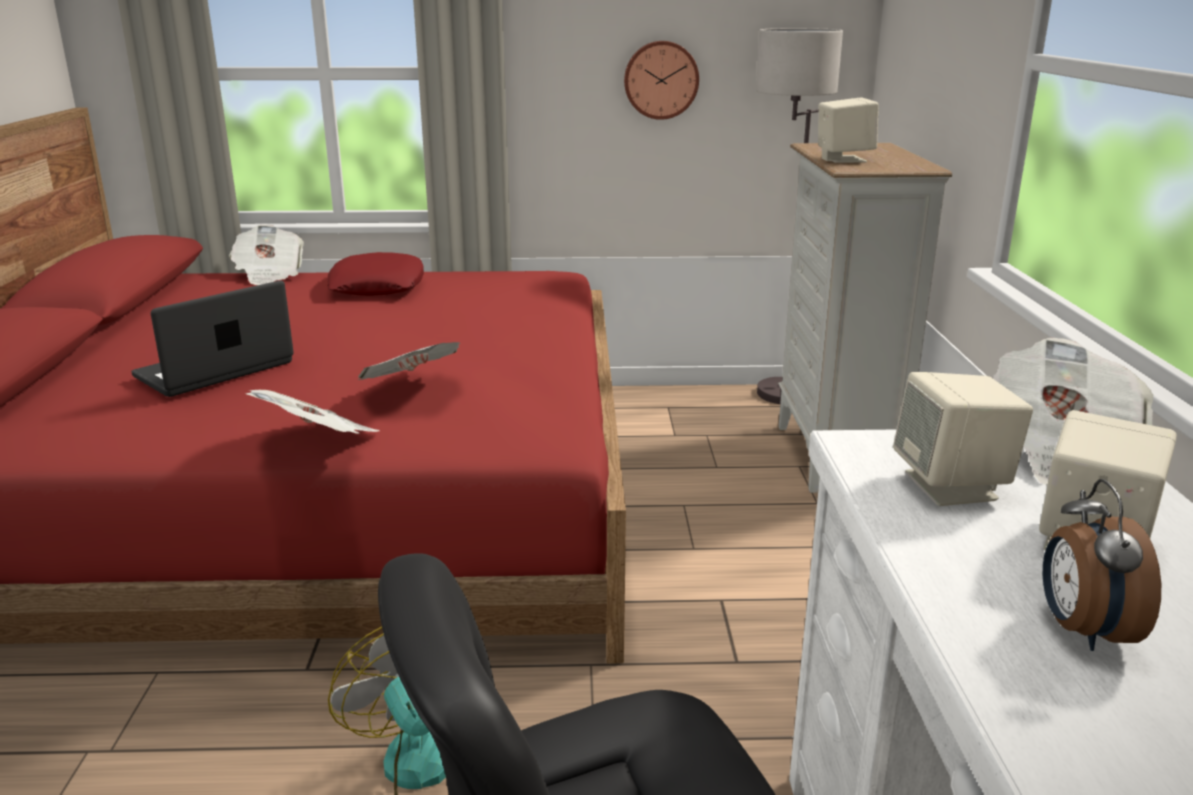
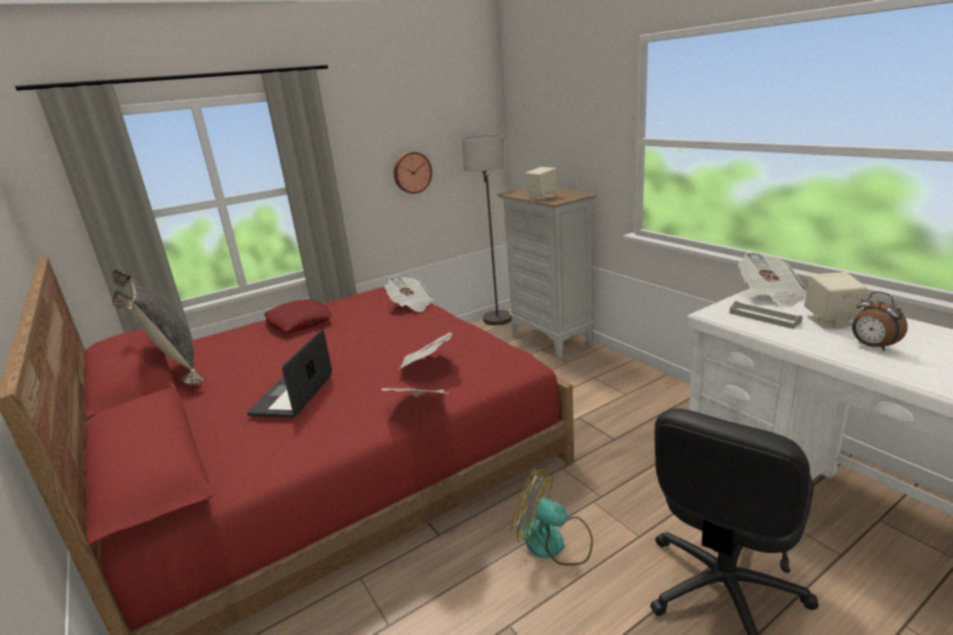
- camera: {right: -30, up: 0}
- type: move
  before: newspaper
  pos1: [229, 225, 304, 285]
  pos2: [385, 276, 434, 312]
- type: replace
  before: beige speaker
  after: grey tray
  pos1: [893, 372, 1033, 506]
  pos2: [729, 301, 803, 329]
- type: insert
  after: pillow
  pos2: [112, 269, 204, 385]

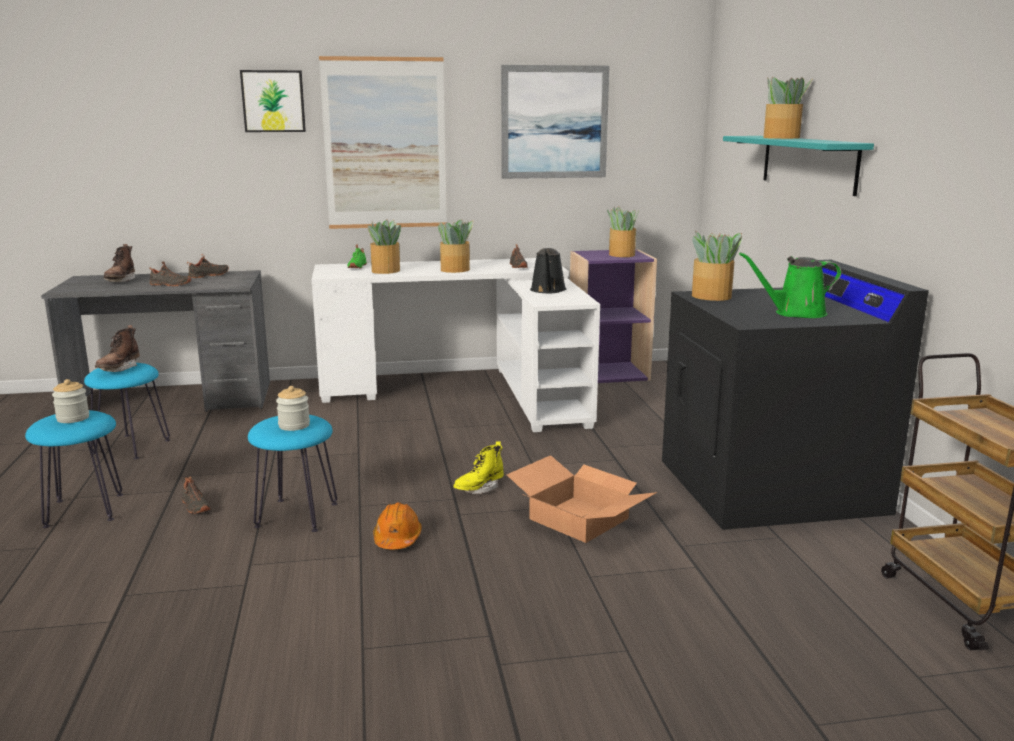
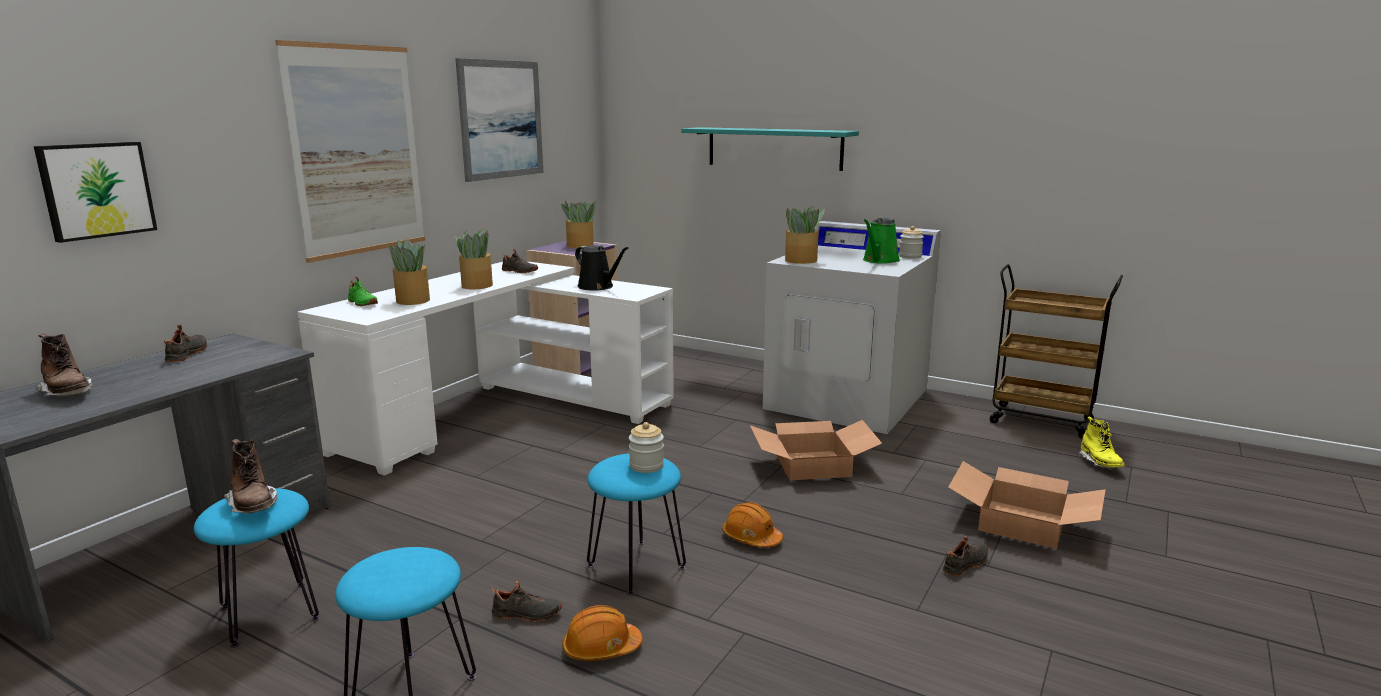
- camera: {right: -50, up: 0}
- type: move
  before: jar
  pos1: [52, 379, 89, 423]
  pos2: [899, 226, 924, 259]
- type: move
  before: black shoe
  pos1: [149, 261, 191, 286]
  pos2: [943, 536, 988, 576]
- type: move
  before: picture
  pos1: [240, 70, 306, 132]
  pos2: [34, 142, 157, 243]
- type: move
  before: yellow boot
  pos1: [454, 441, 504, 494]
  pos2: [1078, 417, 1124, 469]
- type: recolor
  before: black washing machine
  after: white washing machine
  pos1: [662, 260, 929, 530]
  pos2: [763, 221, 941, 434]
- type: delete
  before: potted plant
  pos1: [764, 77, 812, 139]
- type: insert
  after: orange hard hat
  pos2: [562, 605, 643, 661]
- type: insert
  after: cardboard box
  pos2: [948, 461, 1106, 549]

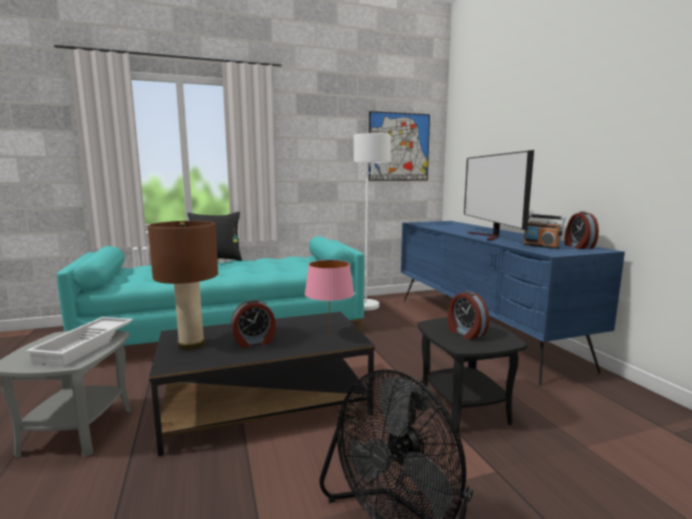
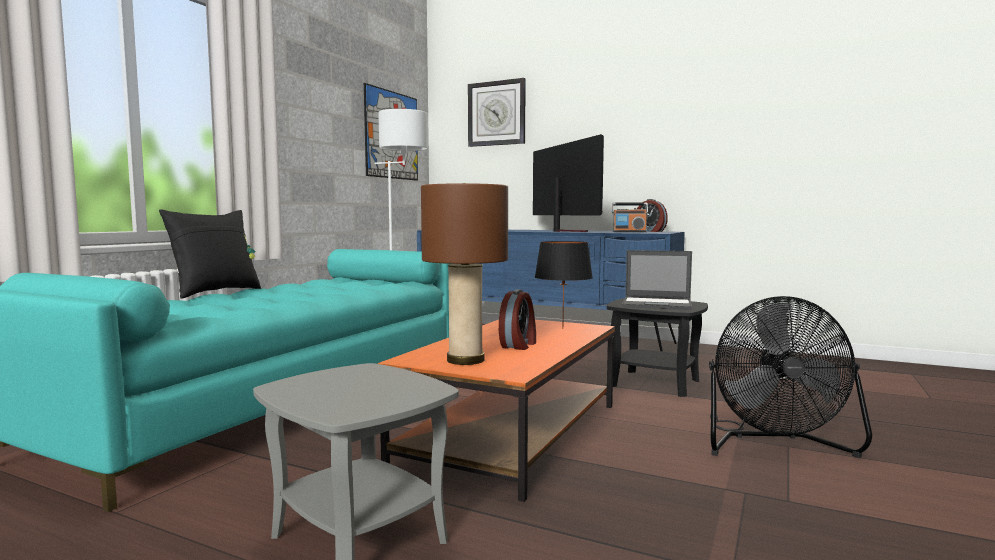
- camera: {right: -45, up: -5}
- type: delete
  before: white tray
  pos1: [26, 317, 133, 366]
- type: recolor
  before: black coffee table
  after: orange coffee table
  pos1: [149, 312, 375, 456]
  pos2: [378, 320, 615, 502]
- type: recolor
  before: pink table lamp
  after: black table lamp
  pos1: [305, 260, 354, 333]
  pos2: [535, 241, 593, 317]
- type: replace
  before: alarm clock
  after: laptop
  pos1: [448, 291, 489, 340]
  pos2: [622, 250, 692, 310]
- type: rotate
  before: television
  pos1: [464, 150, 534, 241]
  pos2: [533, 134, 604, 232]
  turn: -150
- type: insert
  after: wall clock
  pos2: [468, 78, 526, 147]

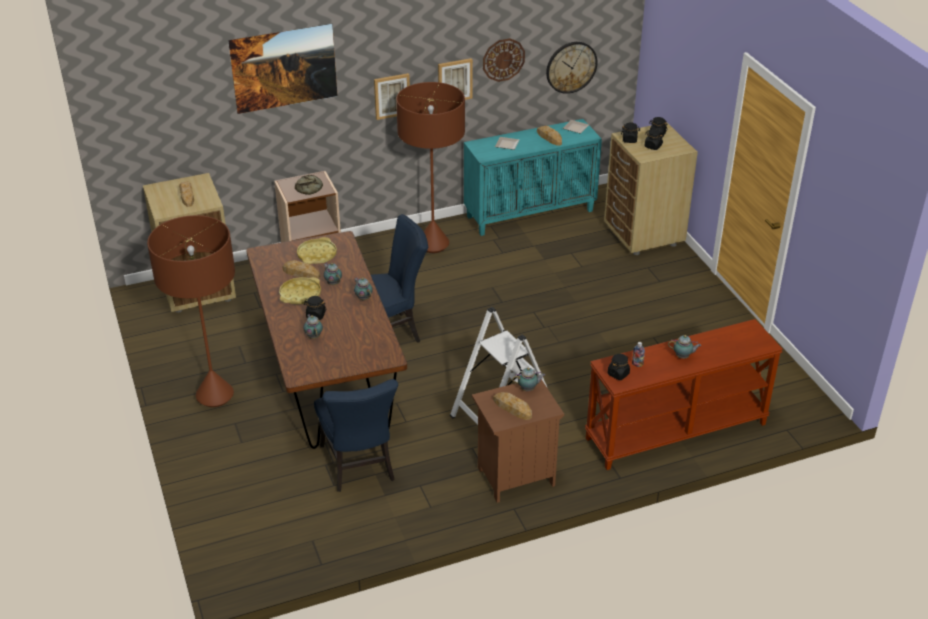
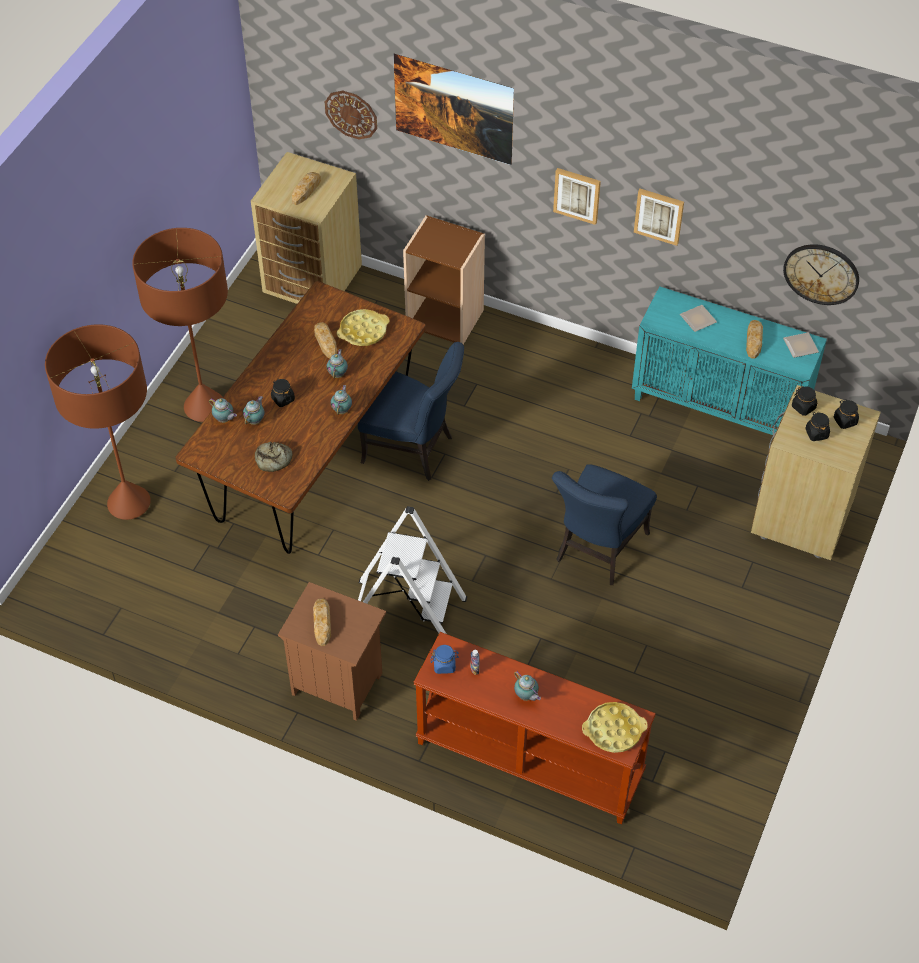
- camera: {right: 45, up: 15}
- type: move
  before: yellow tray
  pos1: [279, 277, 321, 305]
  pos2: [582, 702, 648, 753]
- type: move
  before: bread
  pos1: [295, 175, 323, 195]
  pos2: [255, 442, 293, 472]
- type: move
  before: blue chair
  pos1: [314, 379, 398, 492]
  pos2: [552, 464, 657, 585]
- type: move
  before: brown floor lamp
  pos1: [396, 82, 465, 253]
  pos2: [45, 324, 151, 520]
- type: move
  before: wall clock
  pos1: [483, 38, 525, 82]
  pos2: [325, 91, 377, 139]
- type: move
  before: teapot
  pos1: [512, 367, 545, 392]
  pos2: [209, 398, 237, 423]
- type: recolor
  before: black jar
  after: blue jar
  pos1: [608, 354, 630, 380]
  pos2: [431, 645, 459, 674]

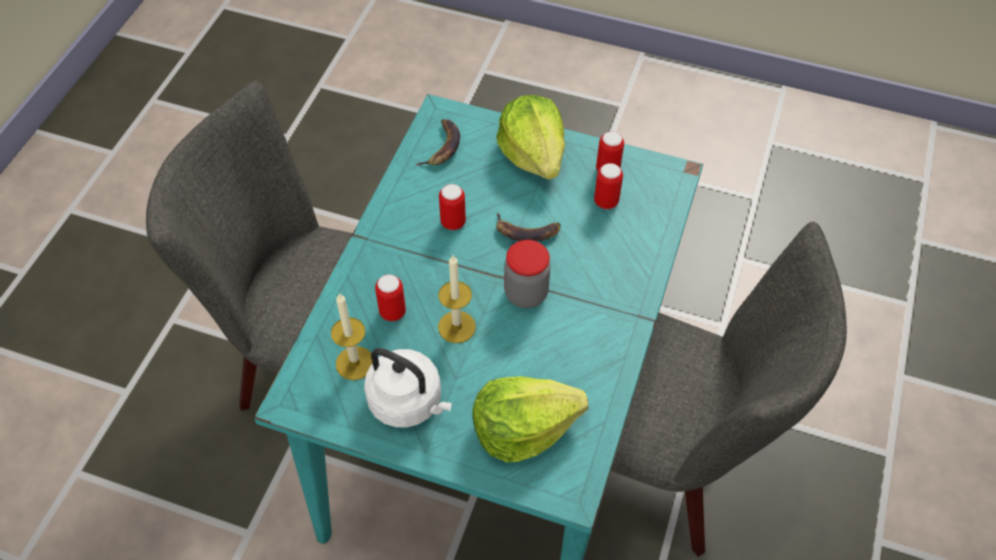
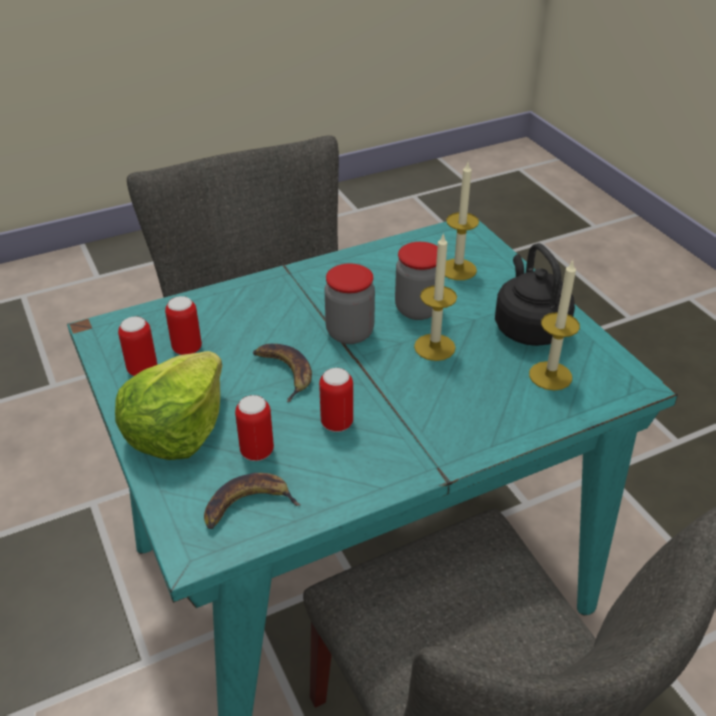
- camera: {right: -135, up: -15}
- type: recolor
  before: white kettle
  after: black kettle
  pos1: [364, 348, 452, 427]
  pos2: [495, 243, 575, 346]
- type: move
  before: can
  pos1: [375, 274, 406, 321]
  pos2: [235, 395, 274, 461]
- type: replace
  before: lettuce
  after: candle
  pos1: [472, 376, 588, 462]
  pos2: [445, 163, 479, 280]
- type: insert
  after: jar
  pos2: [395, 242, 438, 320]

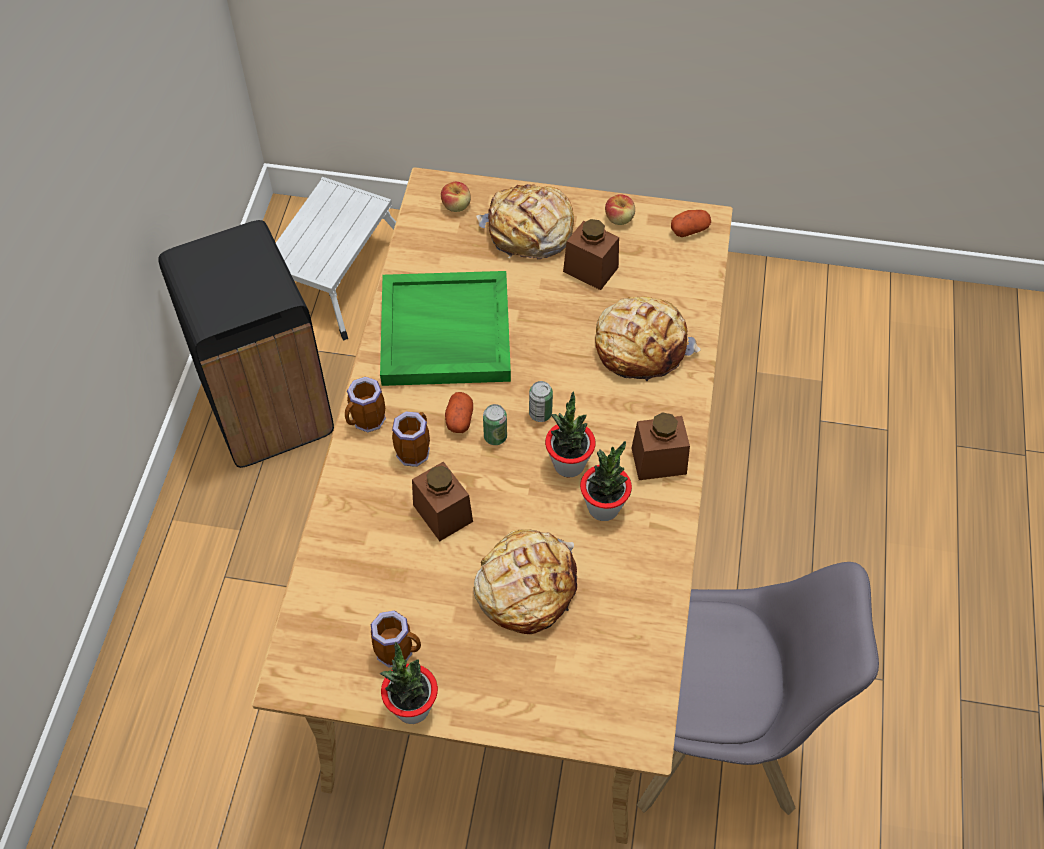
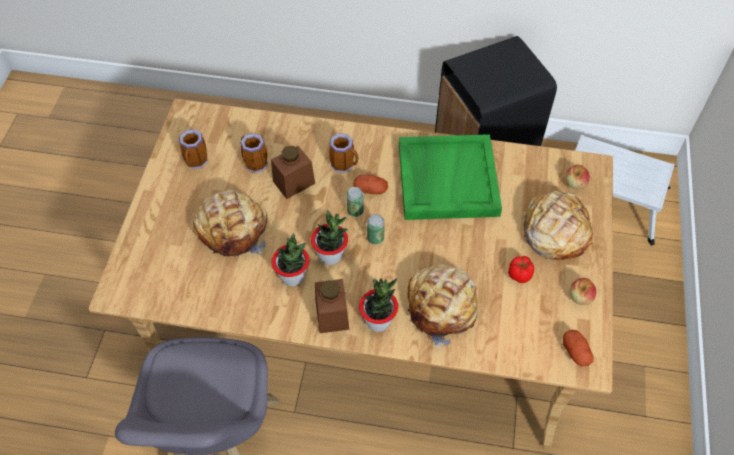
- camera: {right: 90, up: 0}
- type: move
  before: mug
  pos1: [345, 377, 386, 432]
  pos2: [240, 133, 268, 173]
- type: move
  before: potted plant
  pos1: [380, 642, 438, 724]
  pos2: [359, 278, 398, 332]
- type: replace
  before: brown jar
  after: tomato
  pos1: [563, 219, 619, 290]
  pos2: [508, 256, 534, 283]

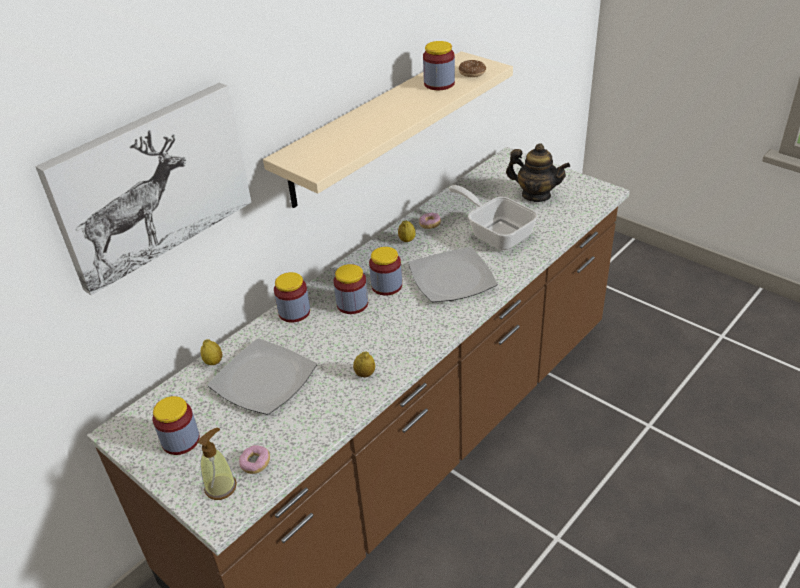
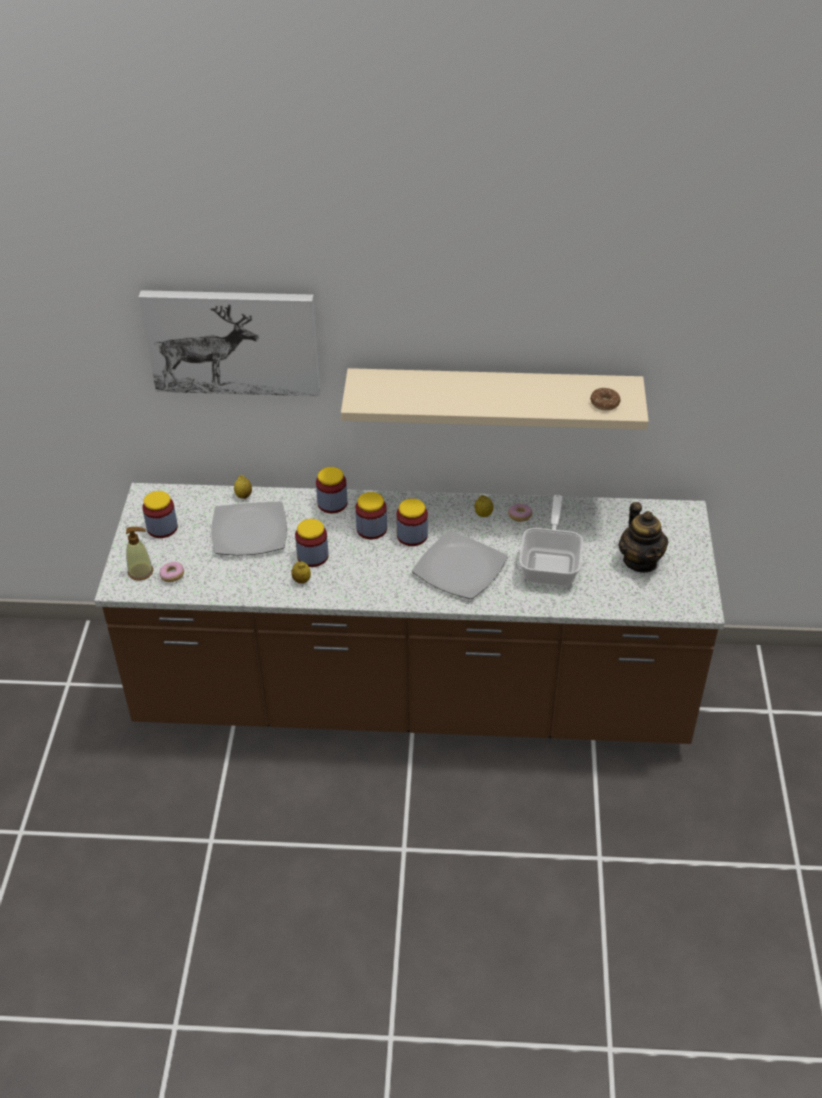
- camera: {right: 50, up: 5}
- type: move
  before: jar
  pos1: [423, 41, 455, 90]
  pos2: [295, 519, 328, 567]

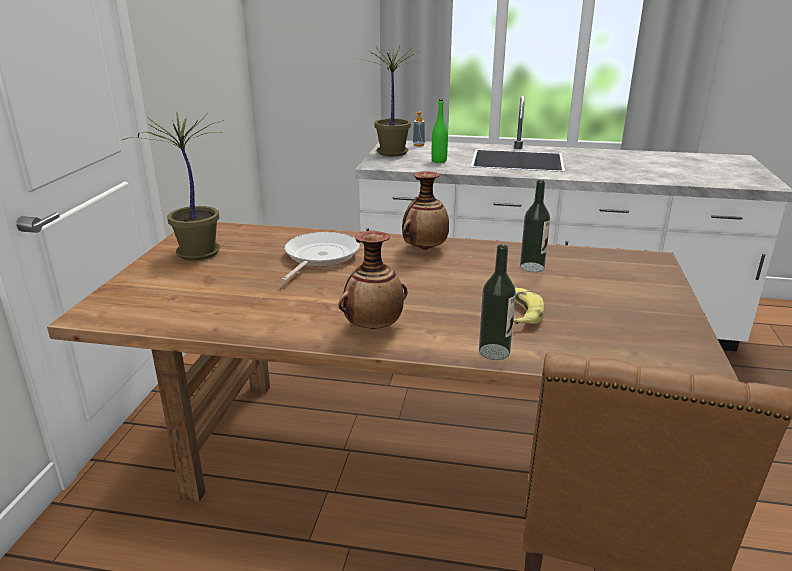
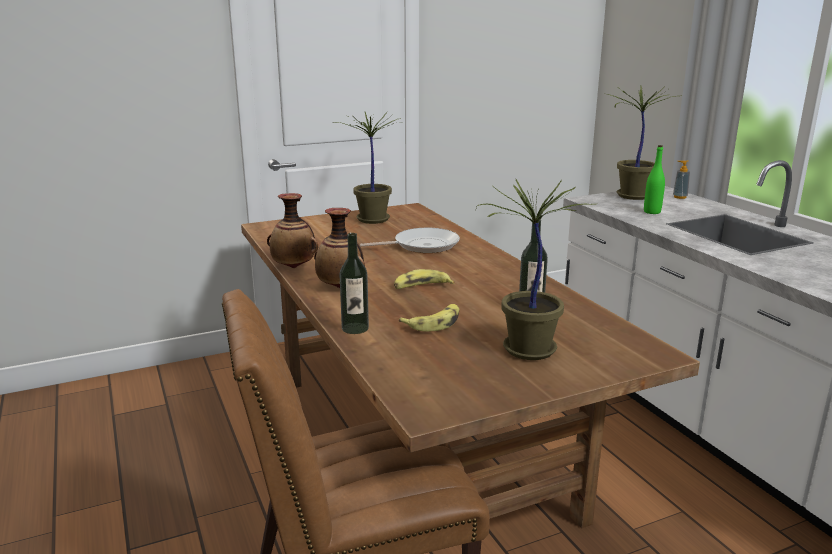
- camera: {right: 55, up: -5}
- type: move
  before: vase
  pos1: [402, 171, 449, 250]
  pos2: [267, 193, 318, 268]
- type: insert
  after: banana
  pos2: [394, 269, 455, 289]
- type: insert
  after: potted plant
  pos2: [476, 179, 595, 360]

